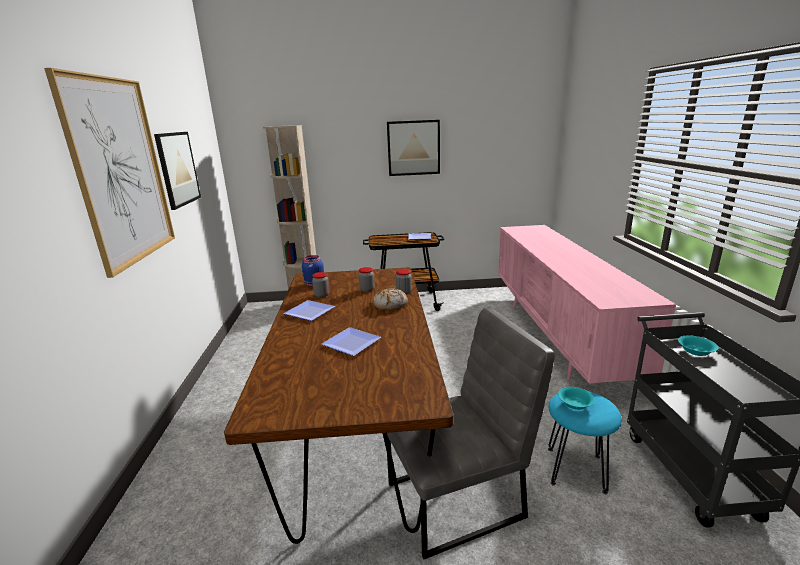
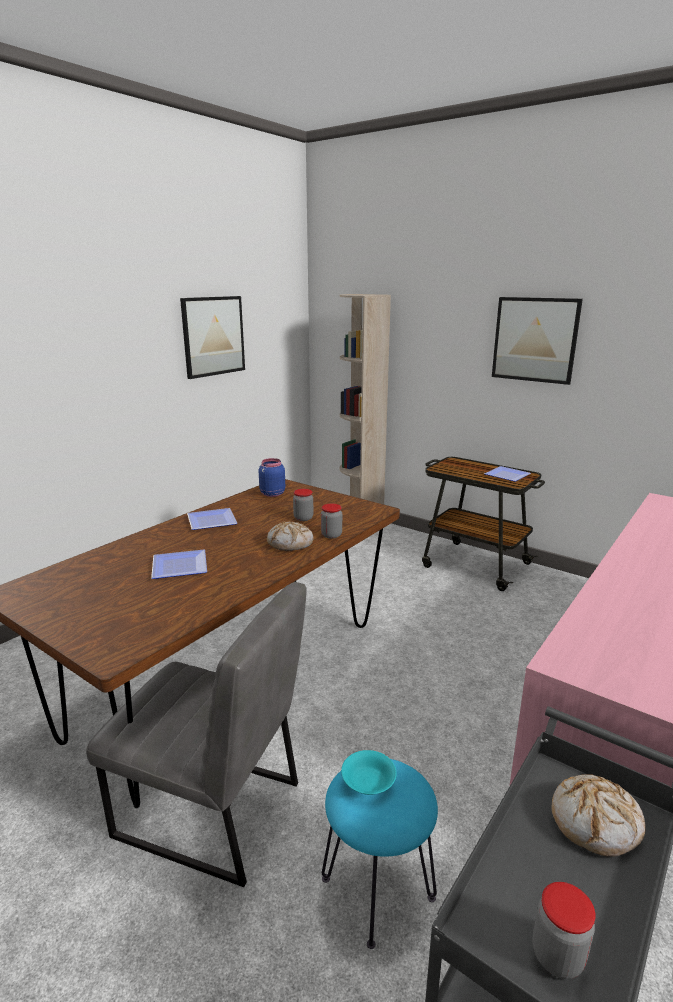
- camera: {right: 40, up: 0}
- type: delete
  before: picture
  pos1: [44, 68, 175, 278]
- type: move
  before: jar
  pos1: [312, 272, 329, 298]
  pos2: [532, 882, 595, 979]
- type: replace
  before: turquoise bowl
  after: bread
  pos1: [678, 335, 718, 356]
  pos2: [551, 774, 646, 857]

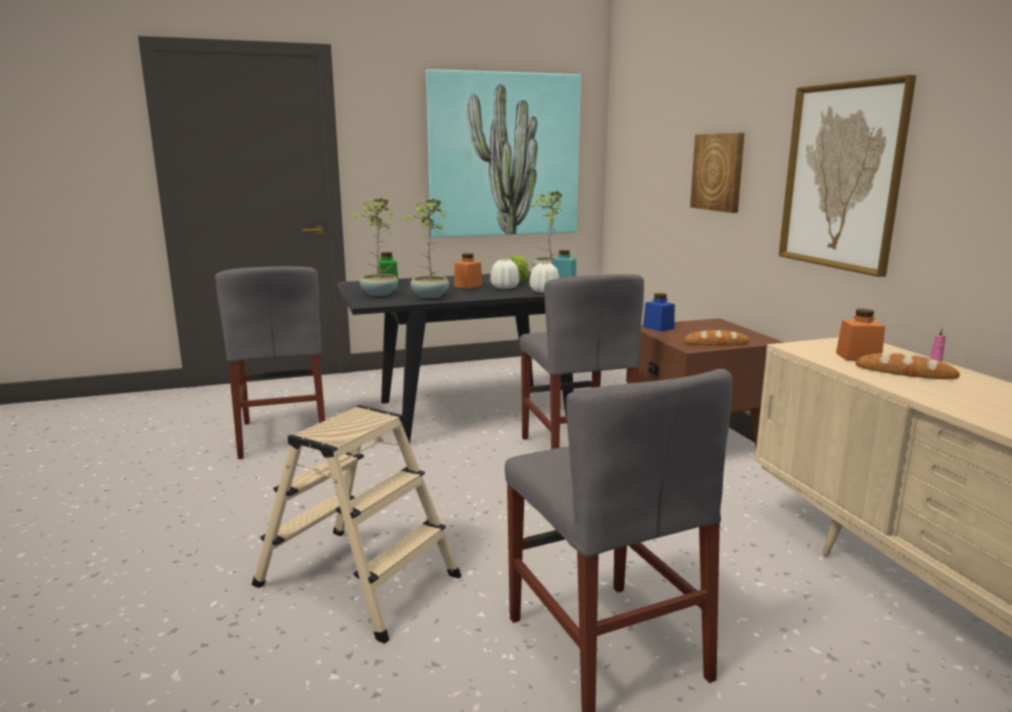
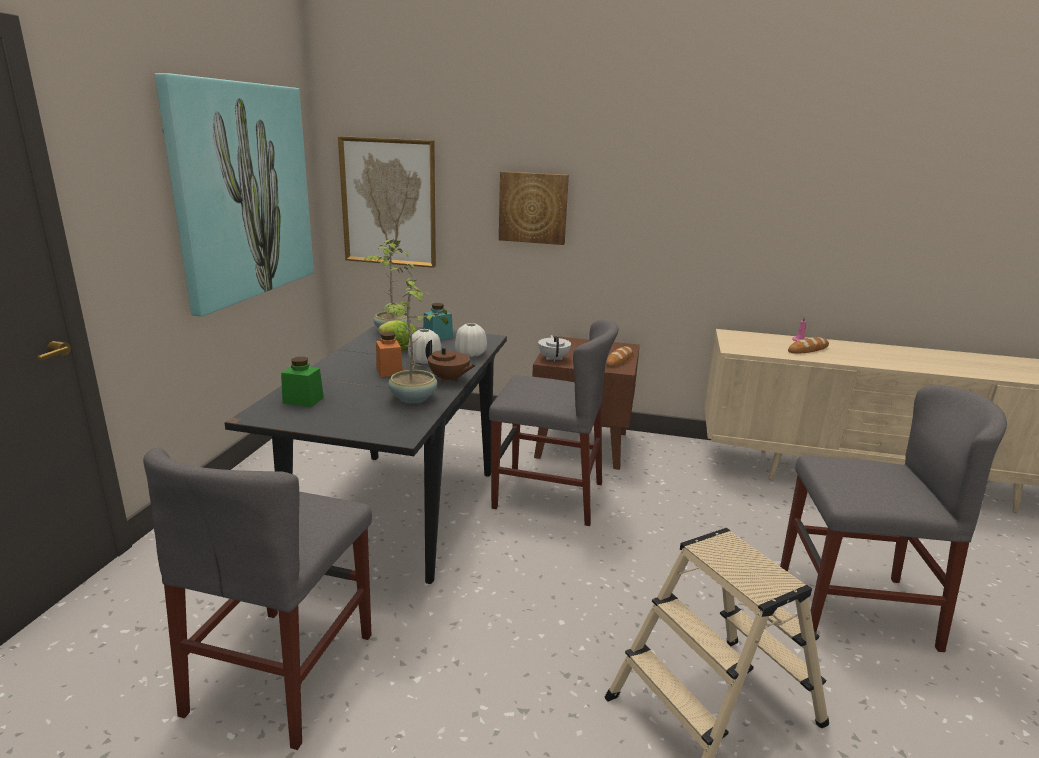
- camera: {right: -60, up: 5}
- type: rotate
  before: grey chair
  pos1: [215, 266, 325, 459]
  pos2: [143, 448, 372, 750]
  turn: 90
- type: delete
  before: potted plant
  pos1: [349, 198, 398, 296]
- type: replace
  before: blue jar
  after: white teapot
  pos1: [643, 293, 675, 332]
  pos2: [538, 335, 571, 362]
- type: move
  before: picture
  pos1: [779, 75, 916, 277]
  pos2: [338, 136, 436, 268]
- type: delete
  before: orange jar
  pos1: [836, 309, 885, 361]
- type: insert
  after: brown teapot
  pos2: [425, 340, 476, 383]

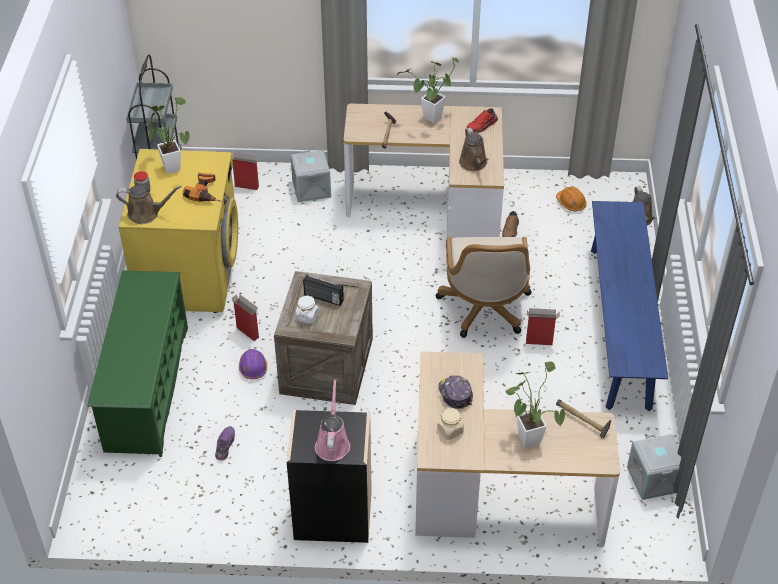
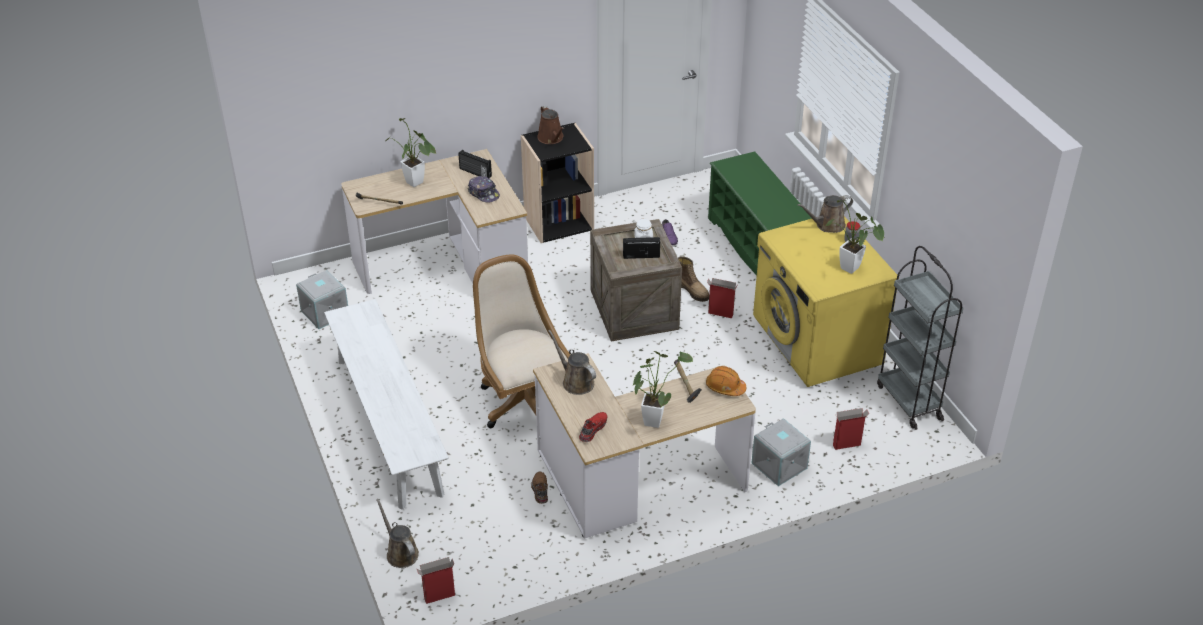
- camera: {right: 155, up: -5}
- type: delete
  before: power drill
  pos1: [183, 173, 222, 202]
- type: replace
  before: purple hard hat
  after: boot
  pos1: [239, 349, 267, 379]
  pos2: [678, 256, 709, 302]
- type: recolor
  before: pink watering can
  after: brown watering can
  pos1: [315, 379, 350, 461]
  pos2: [537, 105, 564, 144]
- type: replace
  before: beige jar
  after: radio
  pos1: [437, 407, 464, 440]
  pos2: [458, 150, 492, 178]
- type: move
  before: cardboard box
  pos1: [526, 308, 560, 345]
  pos2: [416, 557, 455, 604]
- type: move
  before: orange hard hat
  pos1: [556, 186, 587, 211]
  pos2: [706, 366, 746, 396]
- type: recolor
  before: blue bench
  after: white bench
  pos1: [591, 201, 668, 412]
  pos2: [324, 299, 449, 510]

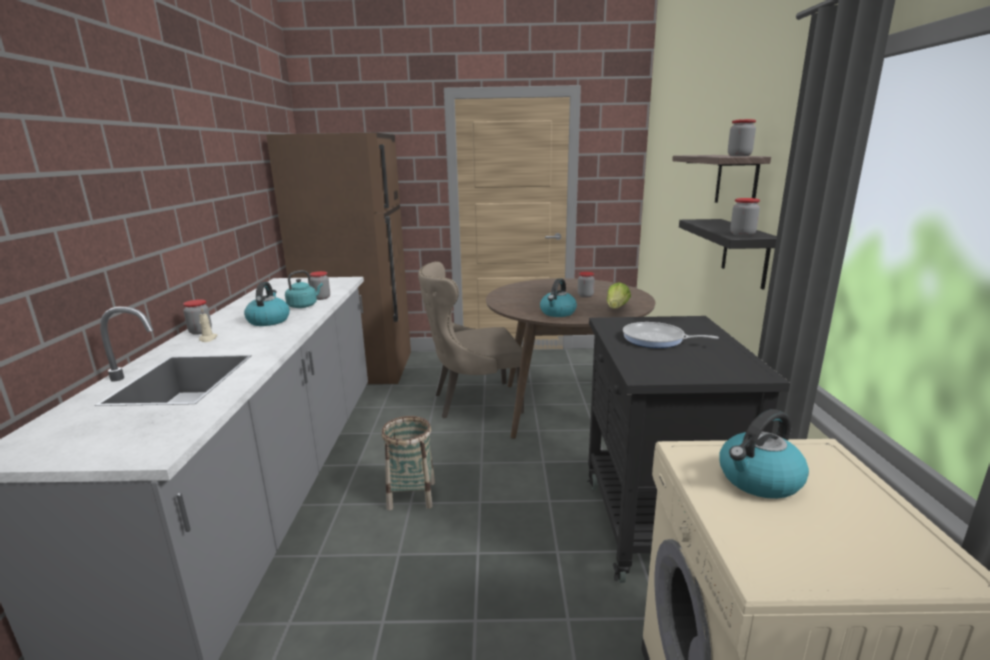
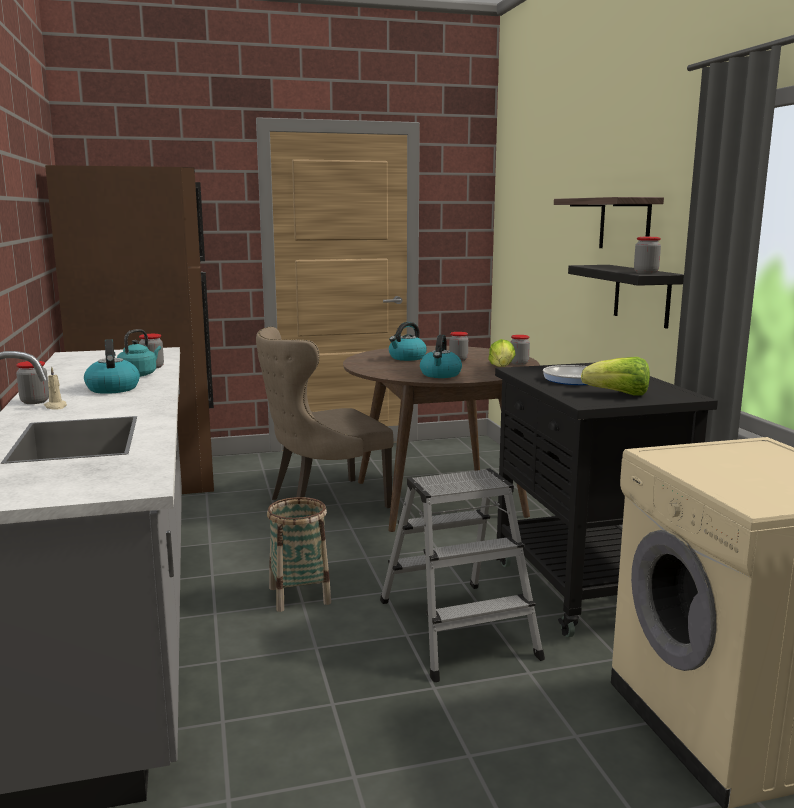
- camera: {right: -15, up: -5}
- type: move
  before: kettle
  pos1: [719, 409, 809, 499]
  pos2: [389, 322, 427, 361]
- type: move
  before: jar
  pos1: [728, 119, 756, 156]
  pos2: [510, 335, 530, 365]
- type: insert
  after: grey step ladder
  pos2: [380, 468, 545, 682]
- type: insert
  after: lettuce
  pos2: [581, 357, 650, 396]

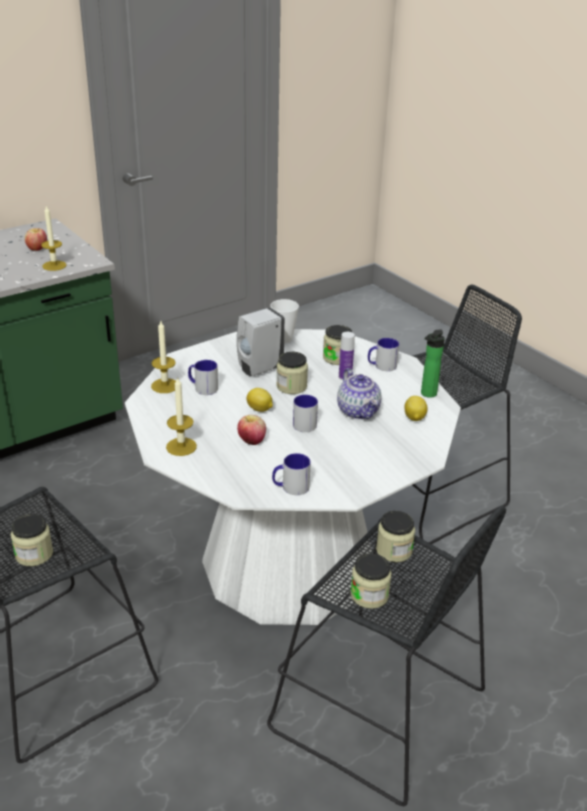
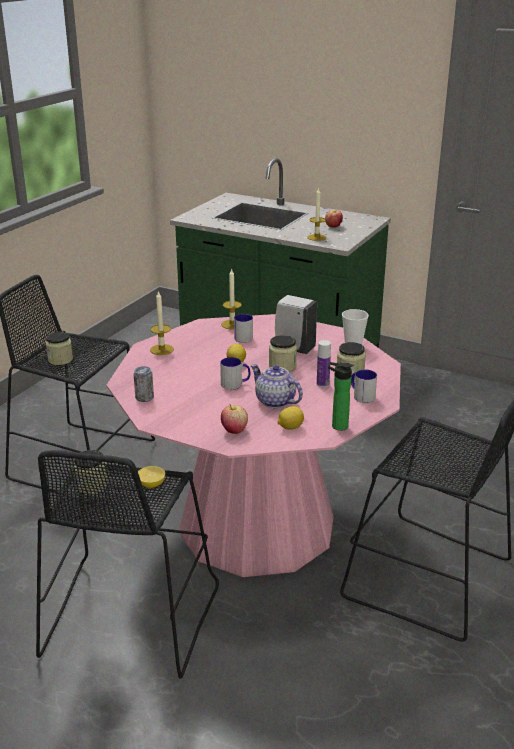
- camera: {right: 65, up: -5}
- type: recolor
  before: white dining table
  after: pink dining table
  pos1: [125, 329, 461, 625]
  pos2: [106, 314, 401, 577]
- type: move
  before: apple
  pos1: [237, 415, 266, 445]
  pos2: [221, 404, 248, 434]
- type: replace
  before: mug
  after: can
  pos1: [272, 453, 311, 495]
  pos2: [134, 366, 154, 402]
- type: rotate
  before: teapot
  pos1: [337, 368, 381, 419]
  pos2: [251, 364, 303, 408]
  turn: 90
- type: replace
  before: jar
  after: lemon
  pos1: [376, 511, 415, 562]
  pos2: [138, 466, 165, 488]

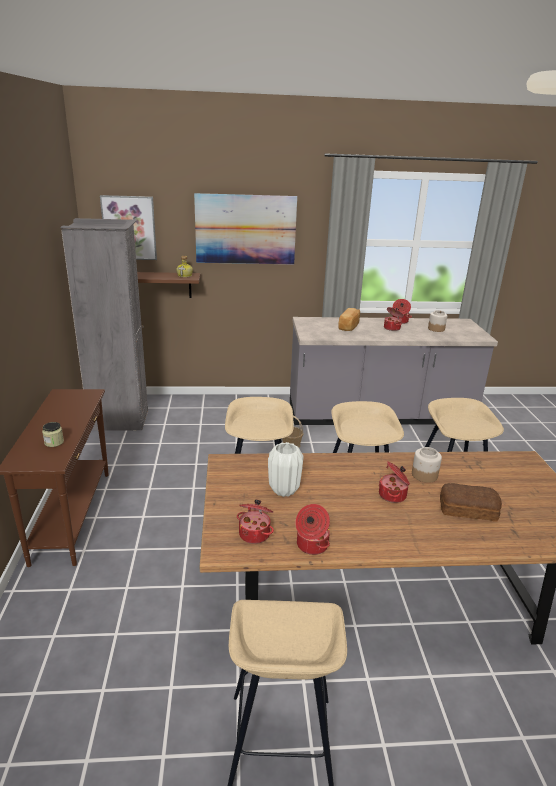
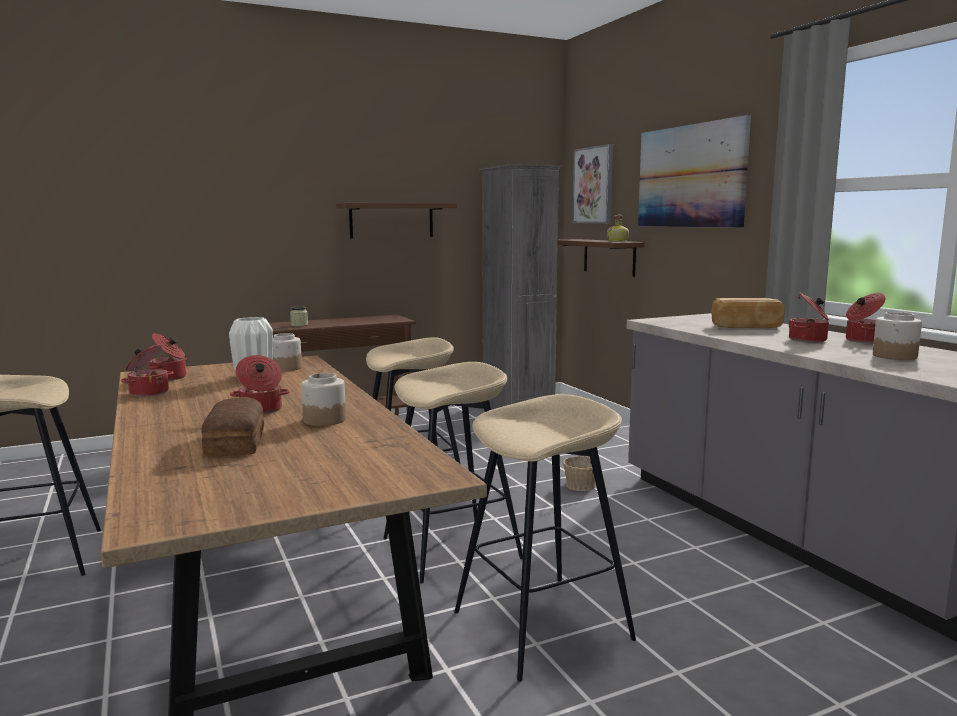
- camera: {right: 70, up: -15}
- type: insert
  after: jar
  pos2: [273, 333, 302, 372]
- type: insert
  after: brown shelf
  pos2: [336, 203, 457, 238]

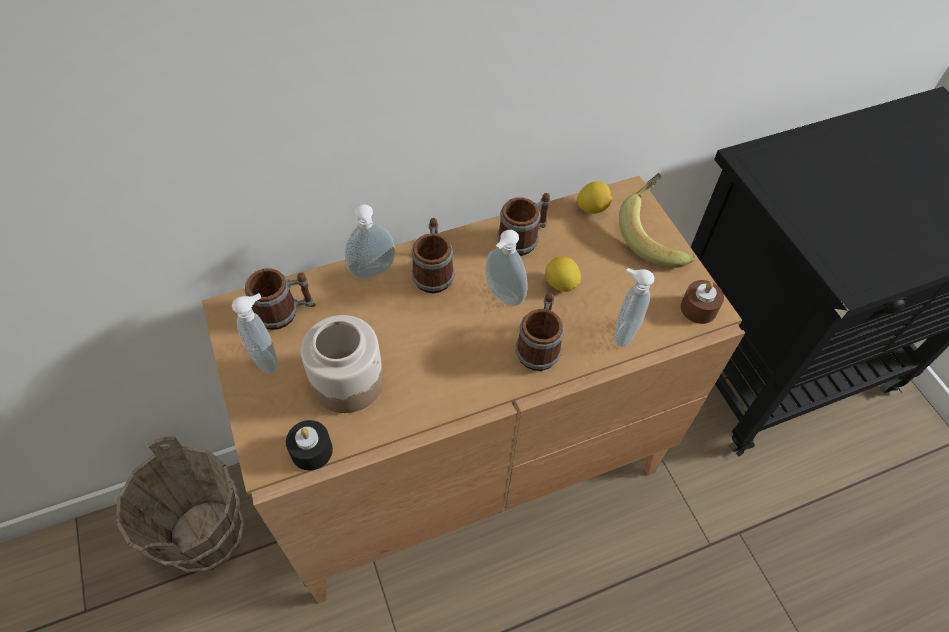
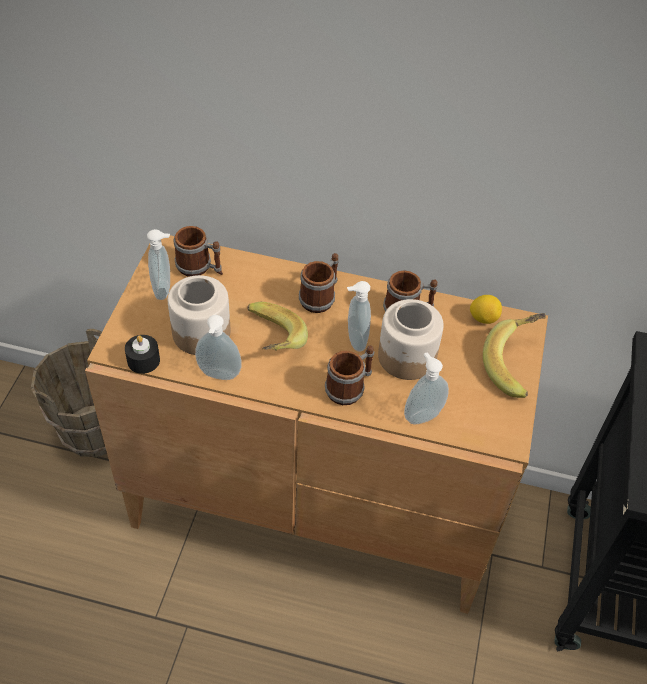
- camera: {right: 35, up: -5}
- type: move
  before: soap dispenser
  pos1: [345, 204, 395, 279]
  pos2: [195, 315, 242, 380]
- type: replace
  before: lemon
  after: jar
  pos1: [545, 256, 581, 292]
  pos2: [378, 299, 444, 380]
- type: delete
  before: brown candle
  pos1: [681, 280, 724, 324]
- type: insert
  after: banana
  pos2: [247, 302, 308, 351]

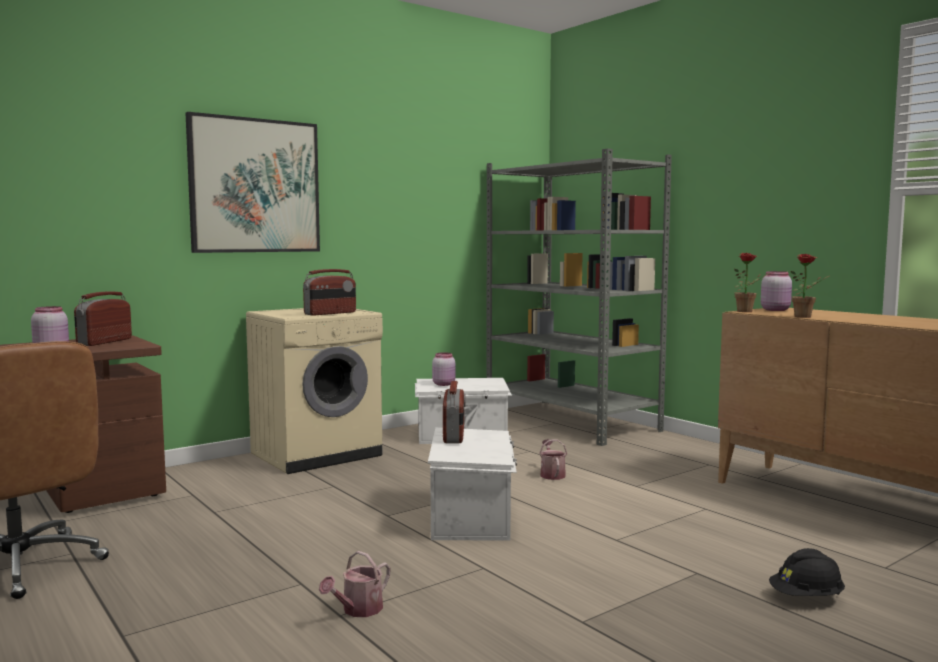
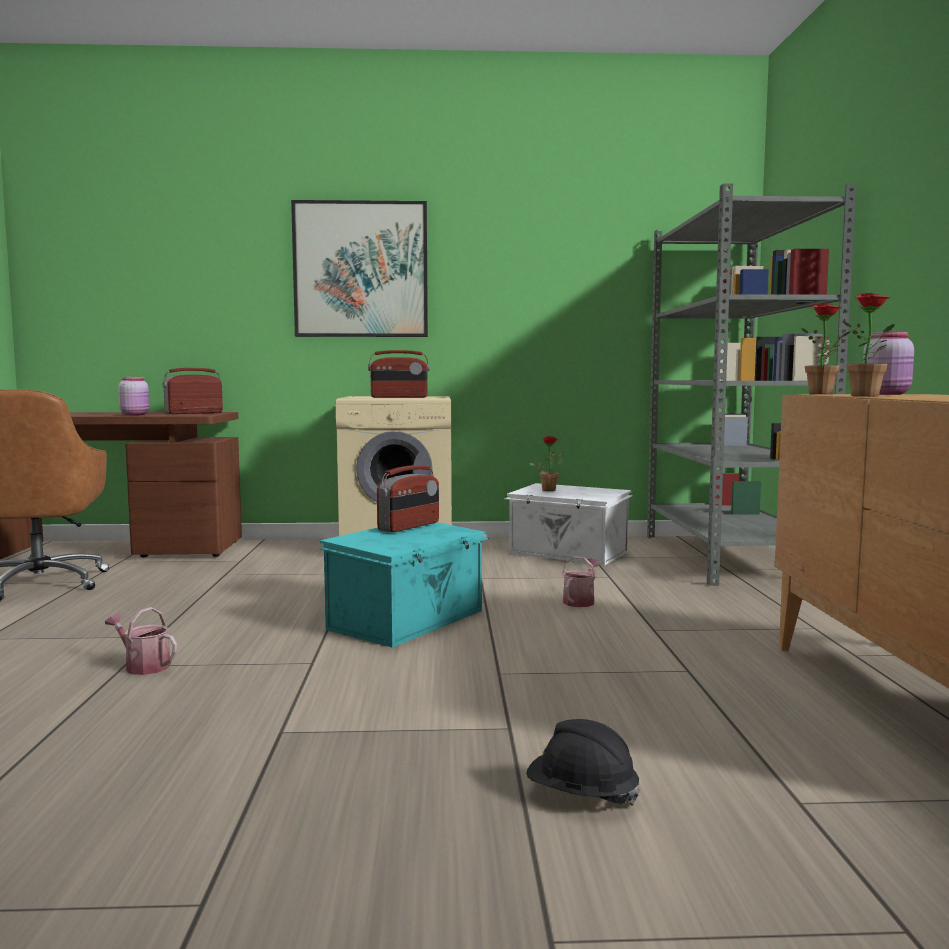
- camera: {right: 35, up: 0}
- type: rotate
  before: watering can
  pos1: [319, 551, 390, 617]
  pos2: [105, 607, 177, 675]
  turn: 45
- type: recolor
  before: white storage box
  after: turquoise storage box
  pos1: [428, 427, 517, 541]
  pos2: [319, 522, 490, 647]
- type: replace
  before: pink jar
  after: potted plant
  pos1: [432, 352, 455, 386]
  pos2: [529, 436, 564, 491]

